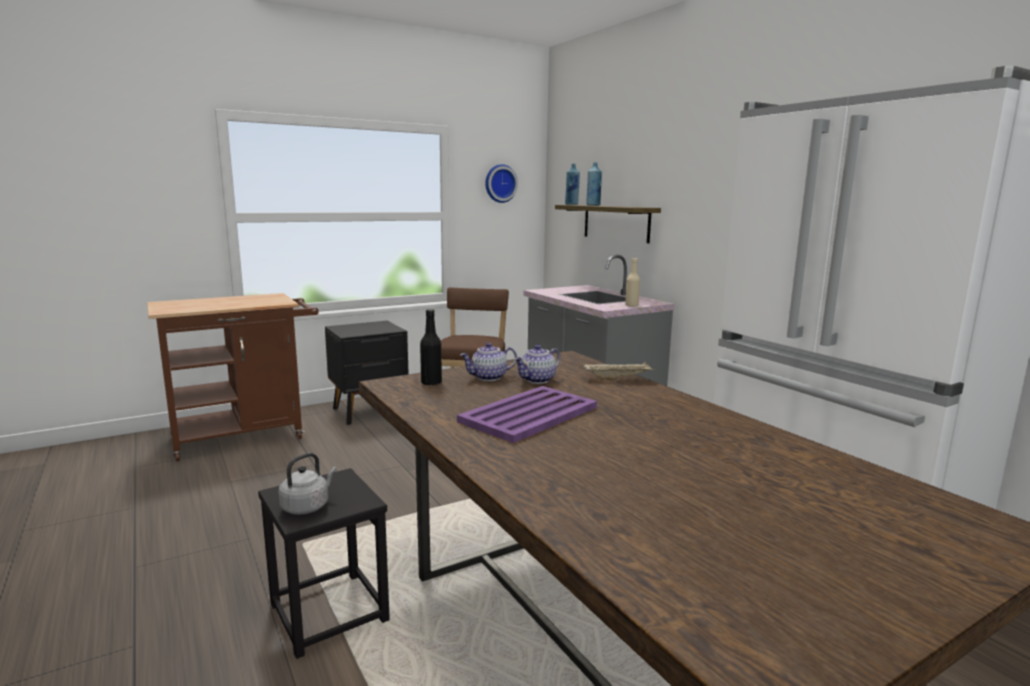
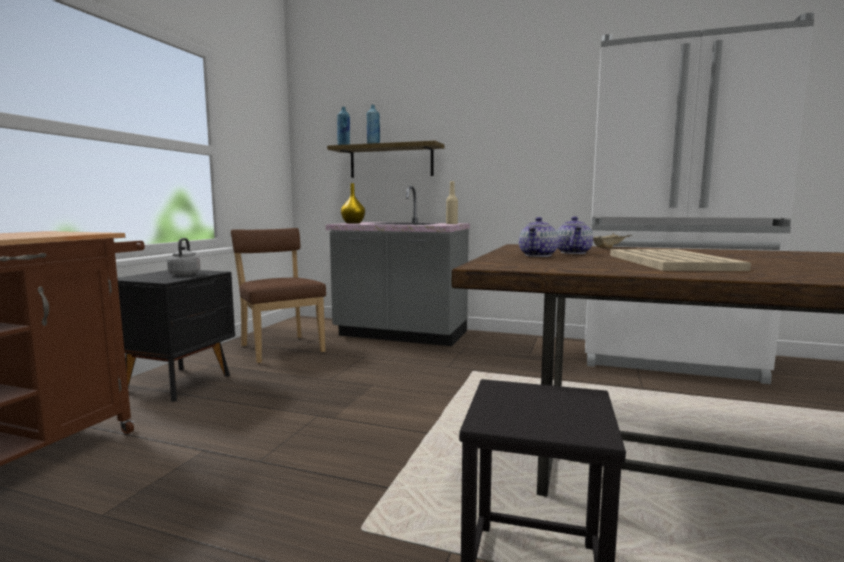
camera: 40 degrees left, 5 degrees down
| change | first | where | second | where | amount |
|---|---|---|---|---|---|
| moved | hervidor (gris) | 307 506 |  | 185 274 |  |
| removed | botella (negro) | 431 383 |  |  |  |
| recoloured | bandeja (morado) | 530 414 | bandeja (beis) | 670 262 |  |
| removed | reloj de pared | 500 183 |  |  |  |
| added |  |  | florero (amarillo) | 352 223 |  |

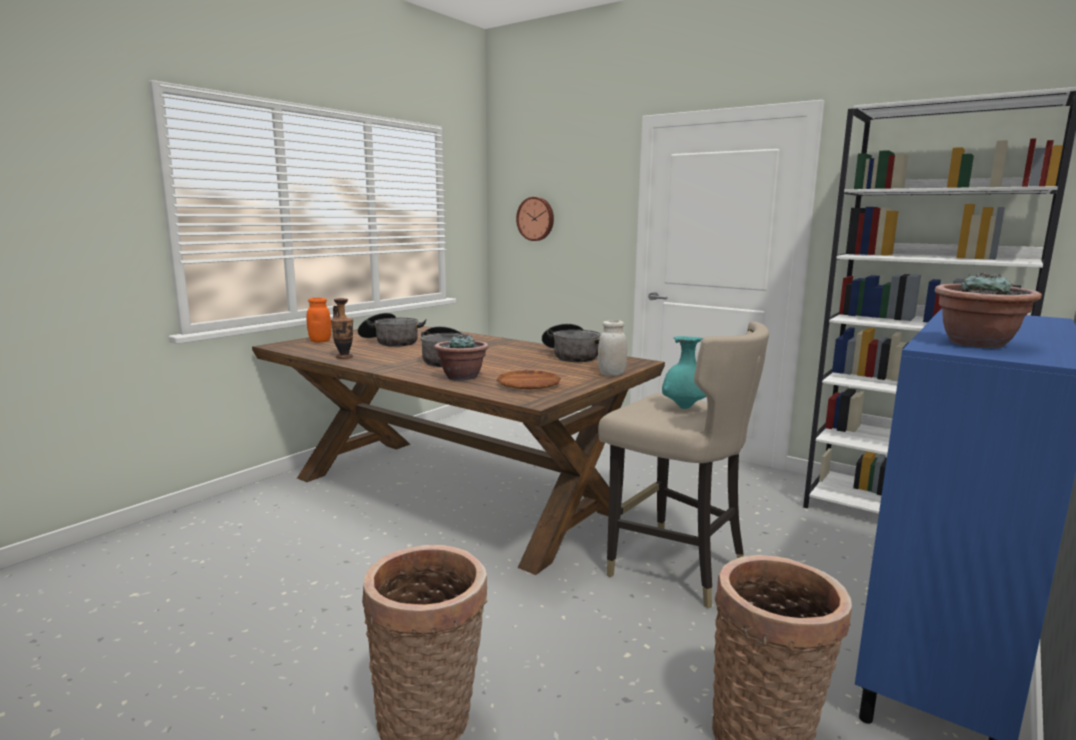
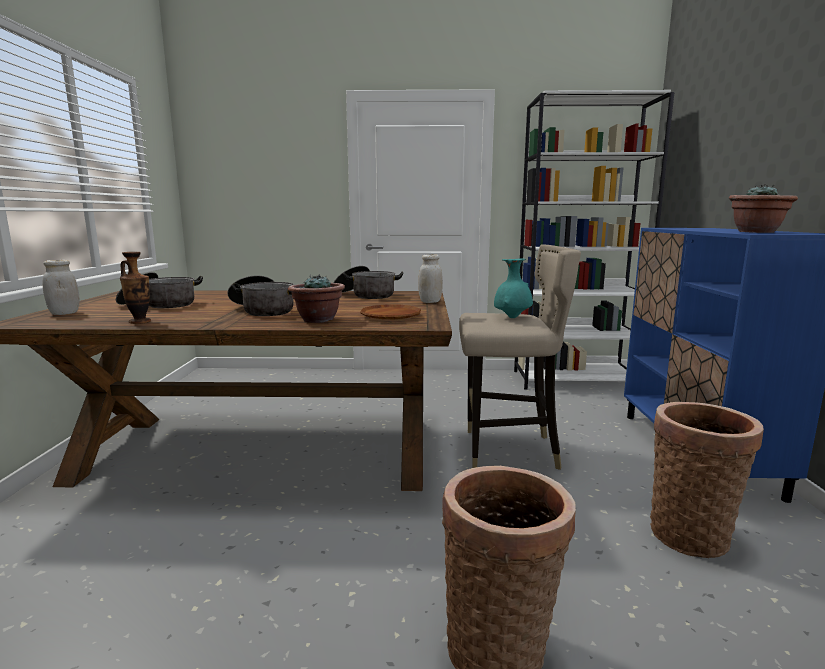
camera: 35 degrees left, 0 degrees up
| change | first | where | second | where | amount |
|---|---|---|---|---|---|
| recoloured | tarro (naranja) | 320 341 | tarro (blanco) | 64 313 |  |
| removed | reloj de pared | 536 219 |  |  |  |

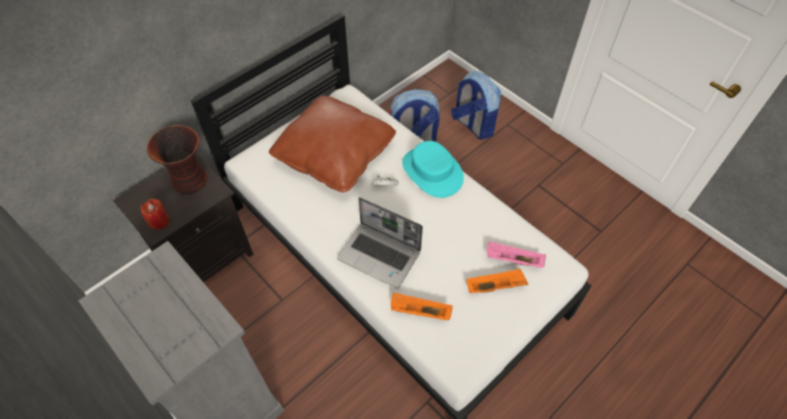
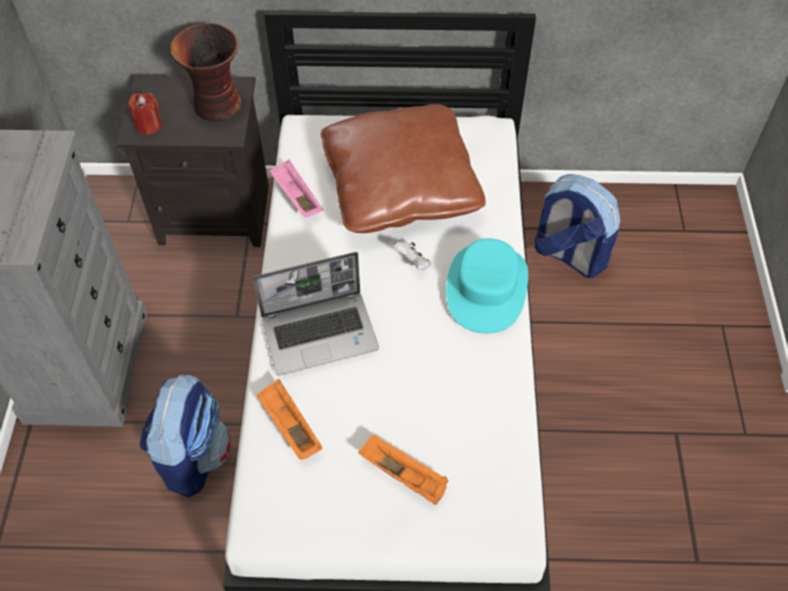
camera: 45 degrees right, 0 degrees up
| change | first | where | second | where | amount |
|---|---|---|---|---|---|
| turned | portátil | 380 255 |  | 321 332 | 90 degrees counterclockwise |
| moved | mochila | 473 125 |  | 193 455 |  |
| moved | bandeja (rosa) | 512 260 |  | 296 197 |  |

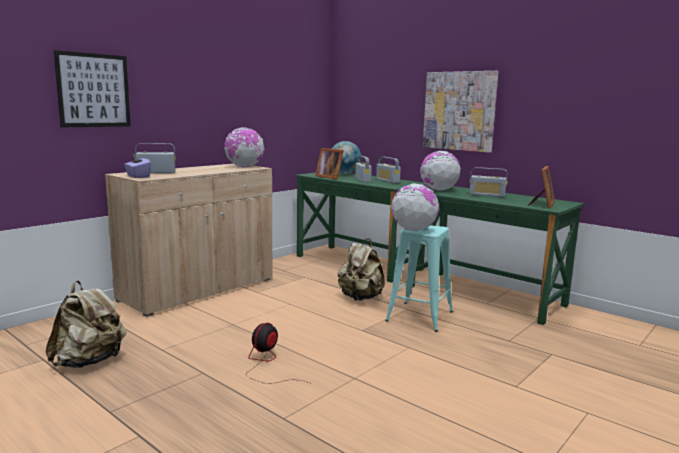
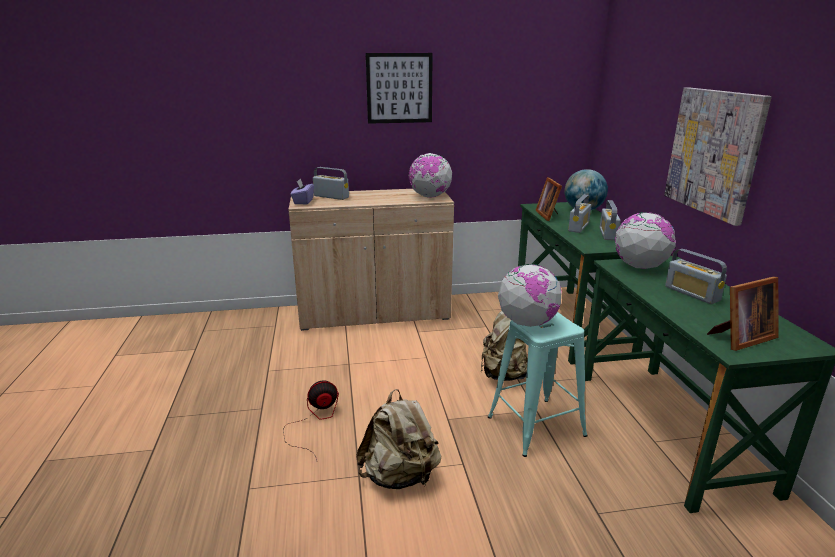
camera: 40 degrees right, 10 degrees up
| change | first | where | second | where | amount |
|---|---|---|---|---|---|
| moved | mochila (beis) | 89 362 |  | 400 476 |  |
| moved | cuadro | 94 90 |  | 399 88 |  |

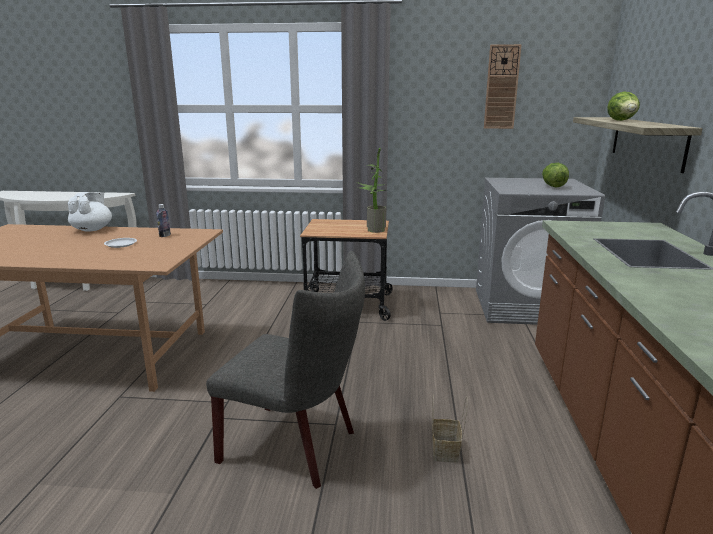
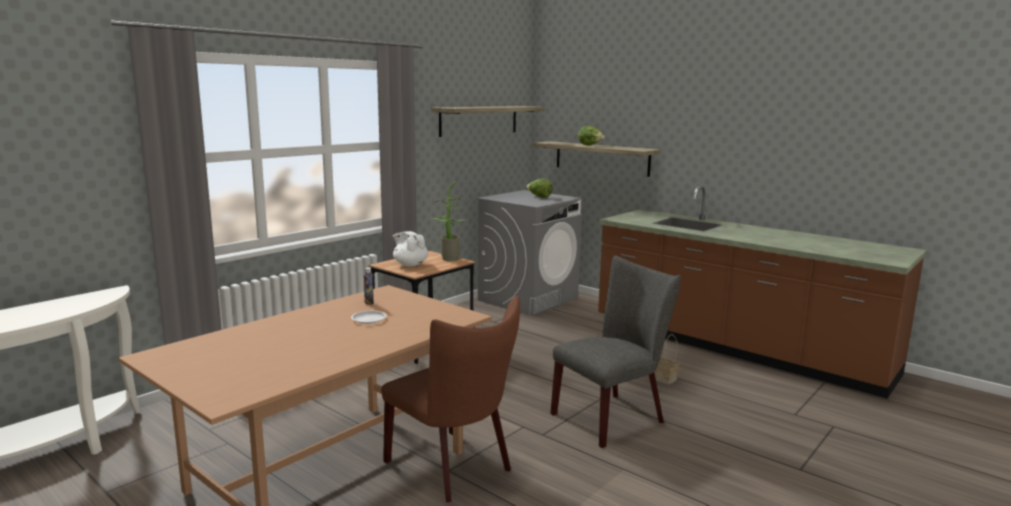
camera: 55 degrees left, 5 degrees down
| change | first | where | second | where | amount |
|---|---|---|---|---|---|
| moved | tetera (blanco) | 92 229 |  | 410 264 |  |
| replaced | reloj de pared | 501 87 | estante | 479 120 |  |
| added |  |  | silla (marrón) | 454 468 |  |

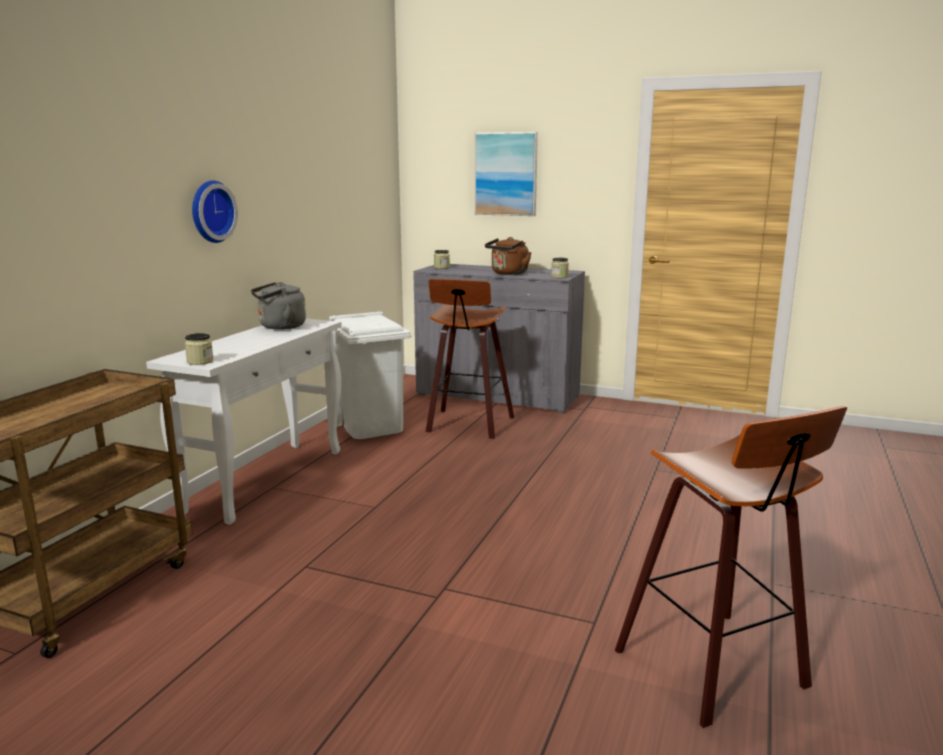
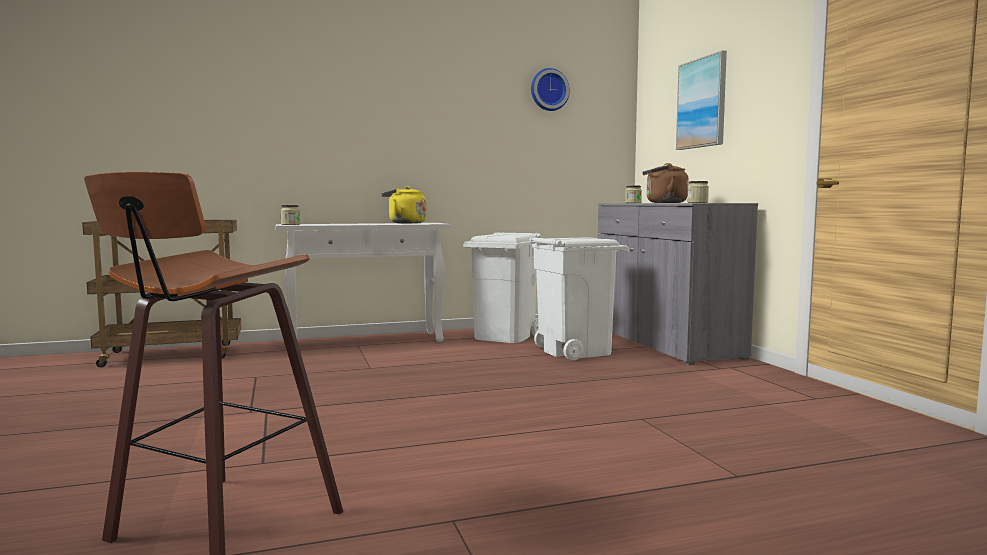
camera: 50 degrees right, 10 degrees down
| change | first | where | second | where | amount |
|---|---|---|---|---|---|
| moved | reloj de pared | 210 211 |  | 548 90 |  |
| recoloured | hervidor (gris) | 279 327 | hervidor (amarillo) | 405 223 |  |
| replaced | taburete | 468 425 | papelera (blanco) | 575 351 |  |

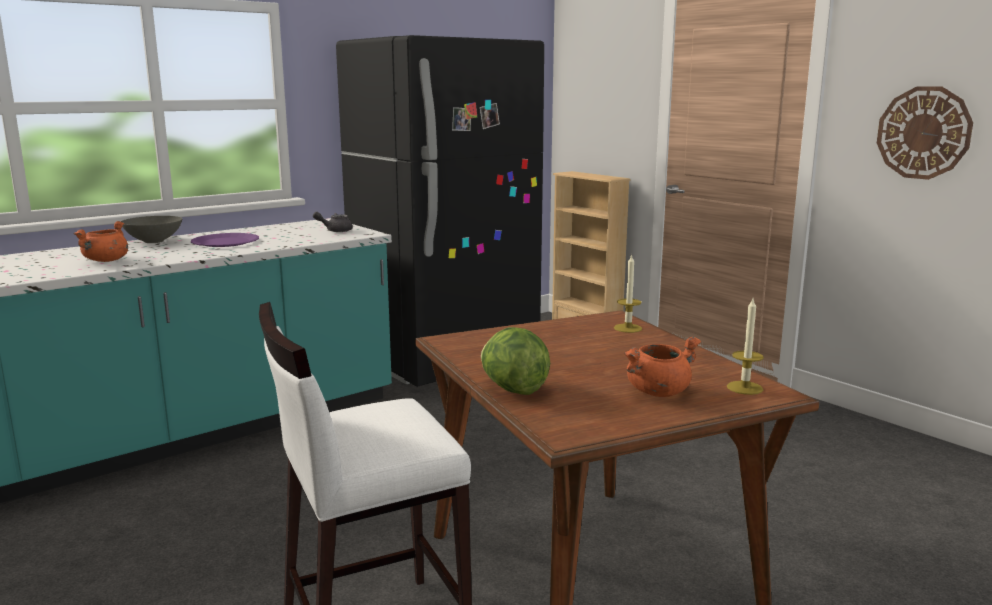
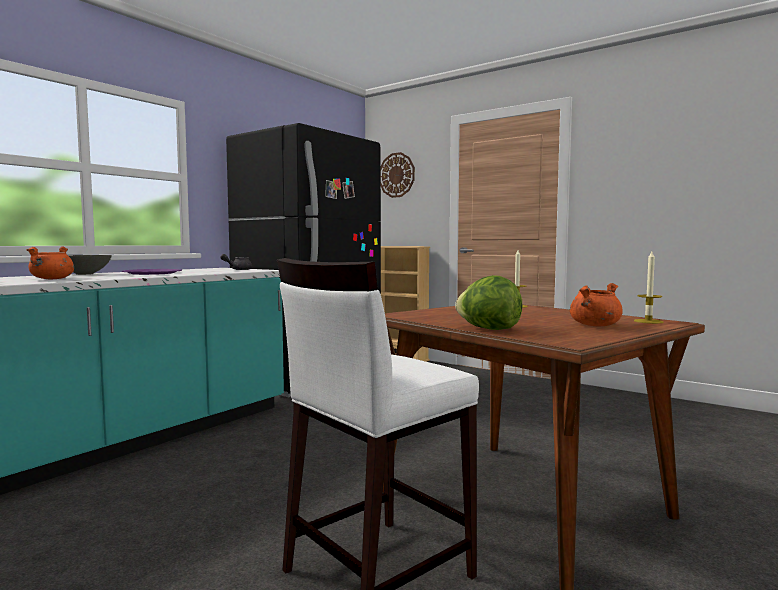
camera: 15 degrees left, 10 degrees down
| change | first | where | second | where | amount |
|---|---|---|---|---|---|
| moved | reloj de pared | 923 133 |  | 396 175 |  |

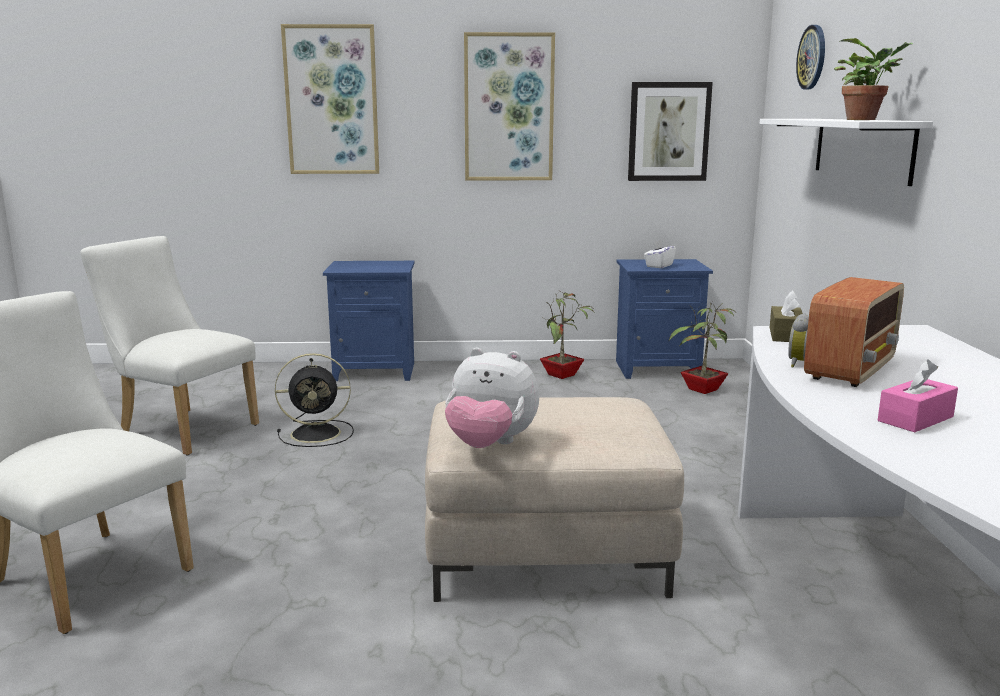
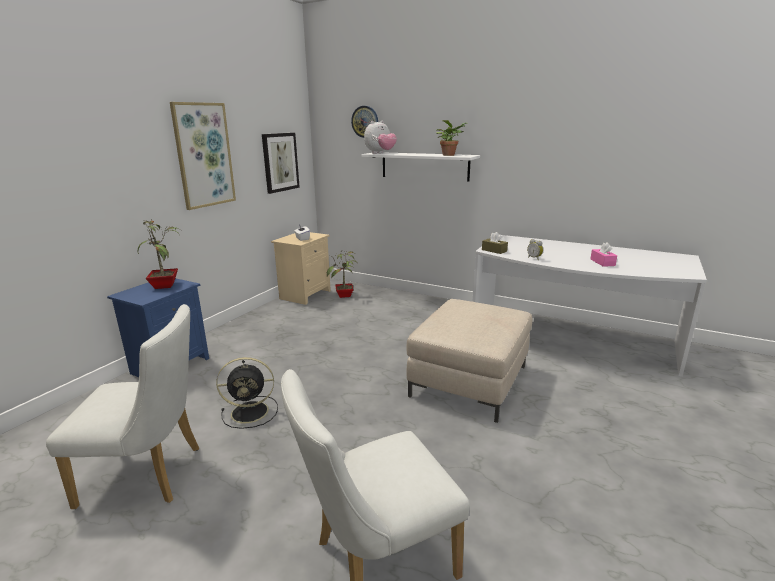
camera: 60 degrees left, 5 degrees up
| change | first | where | second | where | amount |
|---|---|---|---|---|---|
| turned | silla (blanco) | 182 429 |  | 151 475 | 150 degrees counterclockwise |
| turned | ventilador (negro) | 318 433 |  | 251 412 | 60 degrees clockwise |
| removed | cuadro | 332 100 |  |  |  |
| moved | peluche | 490 445 |  | 380 153 |  |
| moved | planta en maceta | 563 375 |  | 166 286 |  |
| recoloured | mesita de noche (azul) | 658 369 | mesita de noche (beis) | 305 294 |  |
| removed | radio | 851 369 |  |  |  |

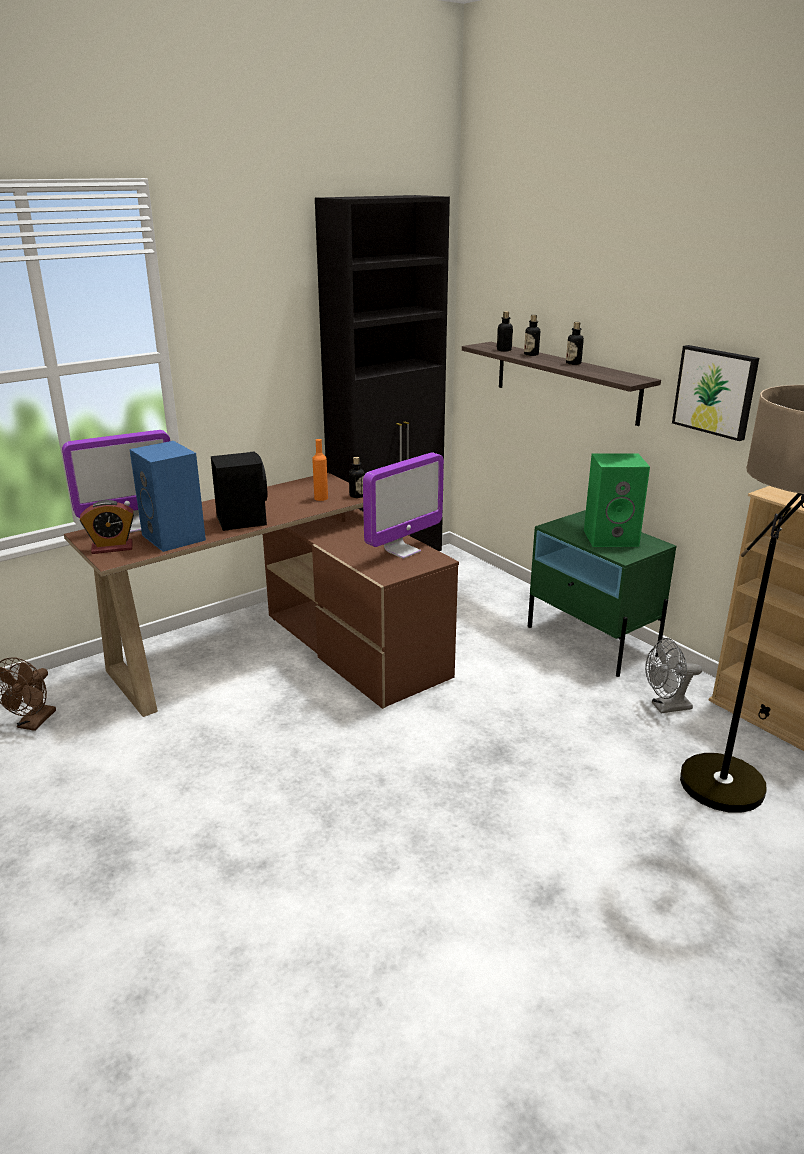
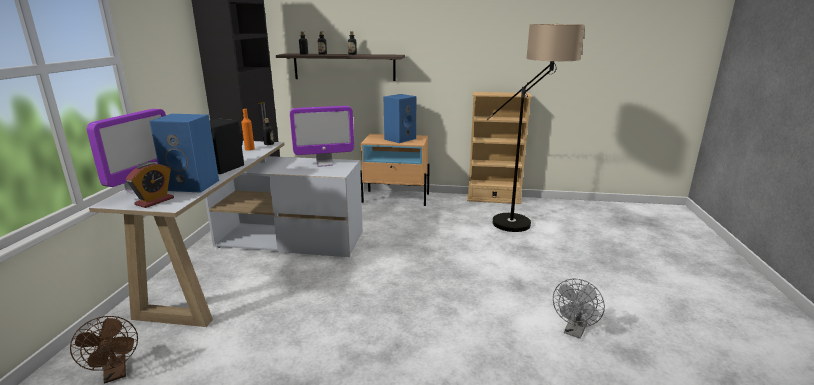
camera: 45 degrees left, 5 degrees down
| change | first | where | second | where | amount |
|---|---|---|---|---|---|
| recoloured | escritorio (marrón) | 283 656 | escritorio (blanco) | 253 260 |  |
| turned | monitor | 402 551 |  | 324 163 | 75 degrees clockwise |
| recoloured | mesita de noche (verde) | 592 641 | mesita de noche (beis) | 396 198 |  |
| recoloured | altavoz (verde) | 612 537 | altavoz (azul) | 400 139 |  |
| moved | ventilador (gris) | 666 707 |  | 574 331 |  |
| removed | cuadro | 715 391 |  |  |  |

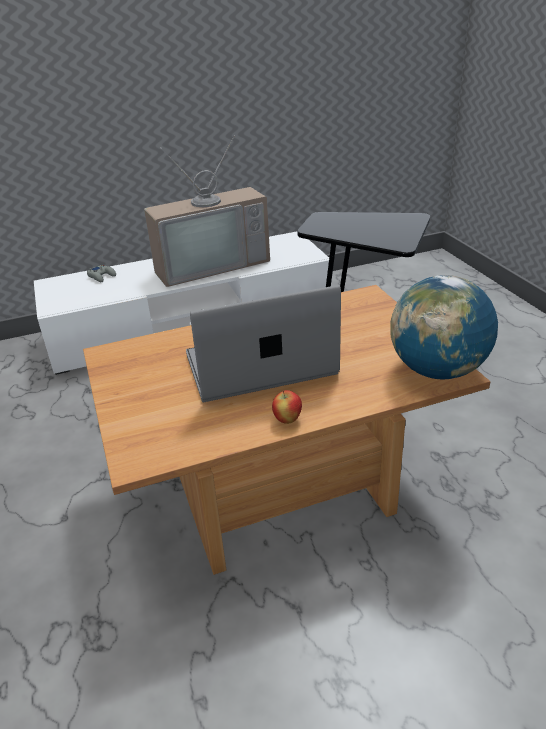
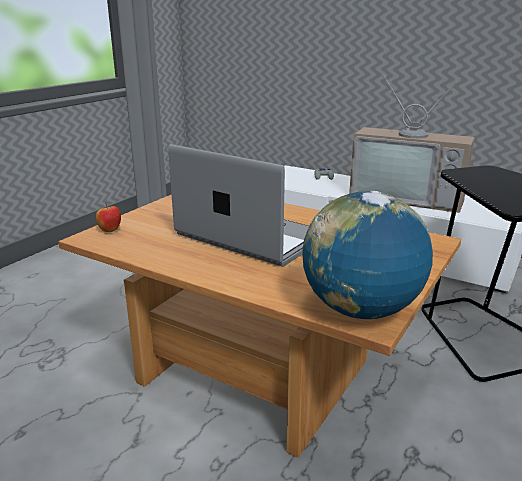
camera: 50 degrees right, 10 degrees down
| change | first | where | second | where | amount |
|---|---|---|---|---|---|
| moved | manzana | 287 420 |  | 110 230 |  |

